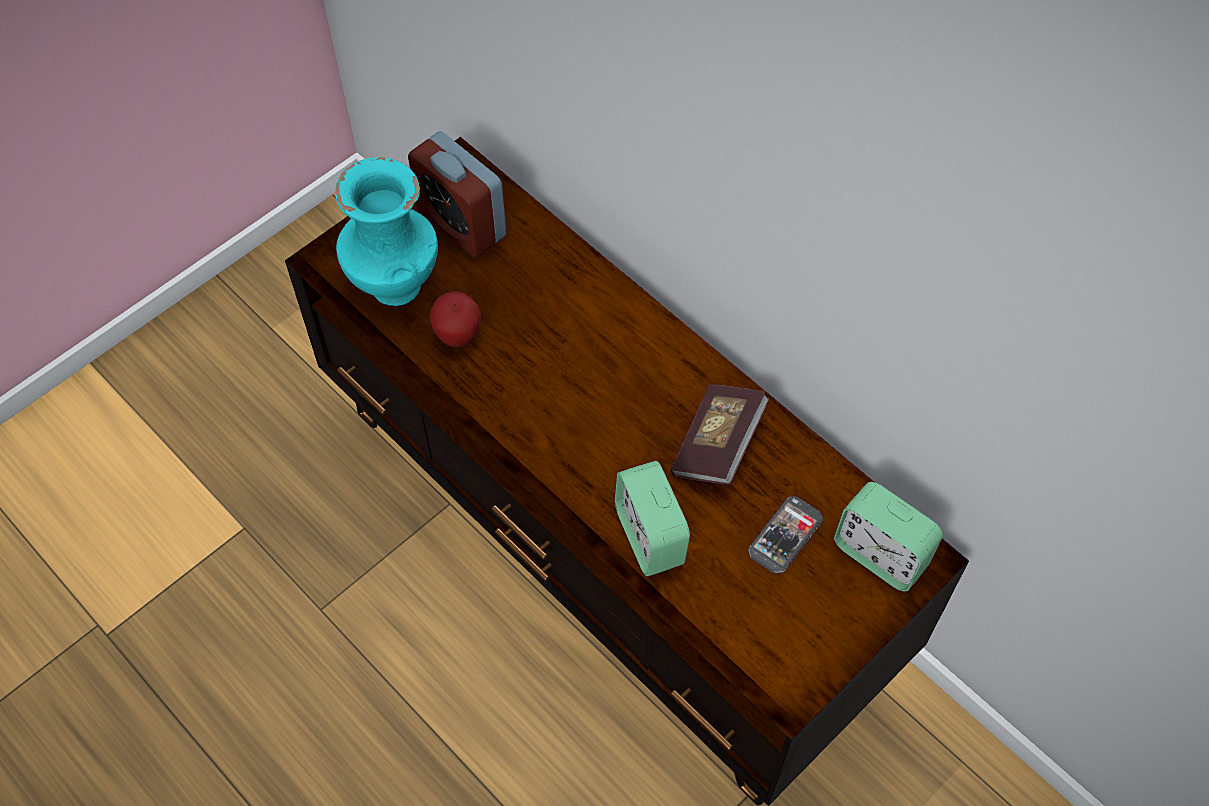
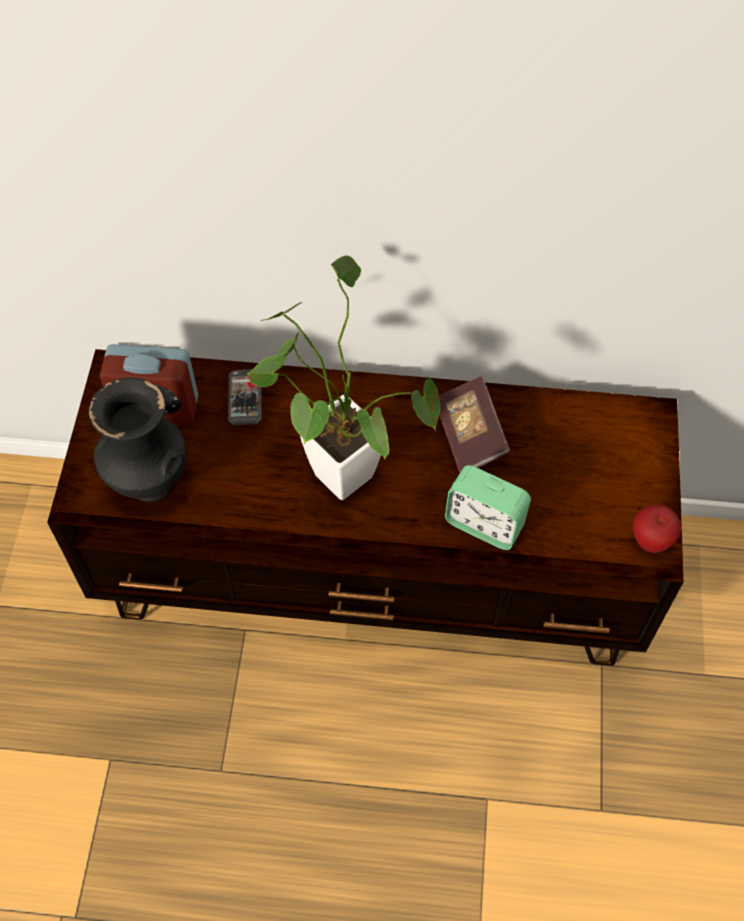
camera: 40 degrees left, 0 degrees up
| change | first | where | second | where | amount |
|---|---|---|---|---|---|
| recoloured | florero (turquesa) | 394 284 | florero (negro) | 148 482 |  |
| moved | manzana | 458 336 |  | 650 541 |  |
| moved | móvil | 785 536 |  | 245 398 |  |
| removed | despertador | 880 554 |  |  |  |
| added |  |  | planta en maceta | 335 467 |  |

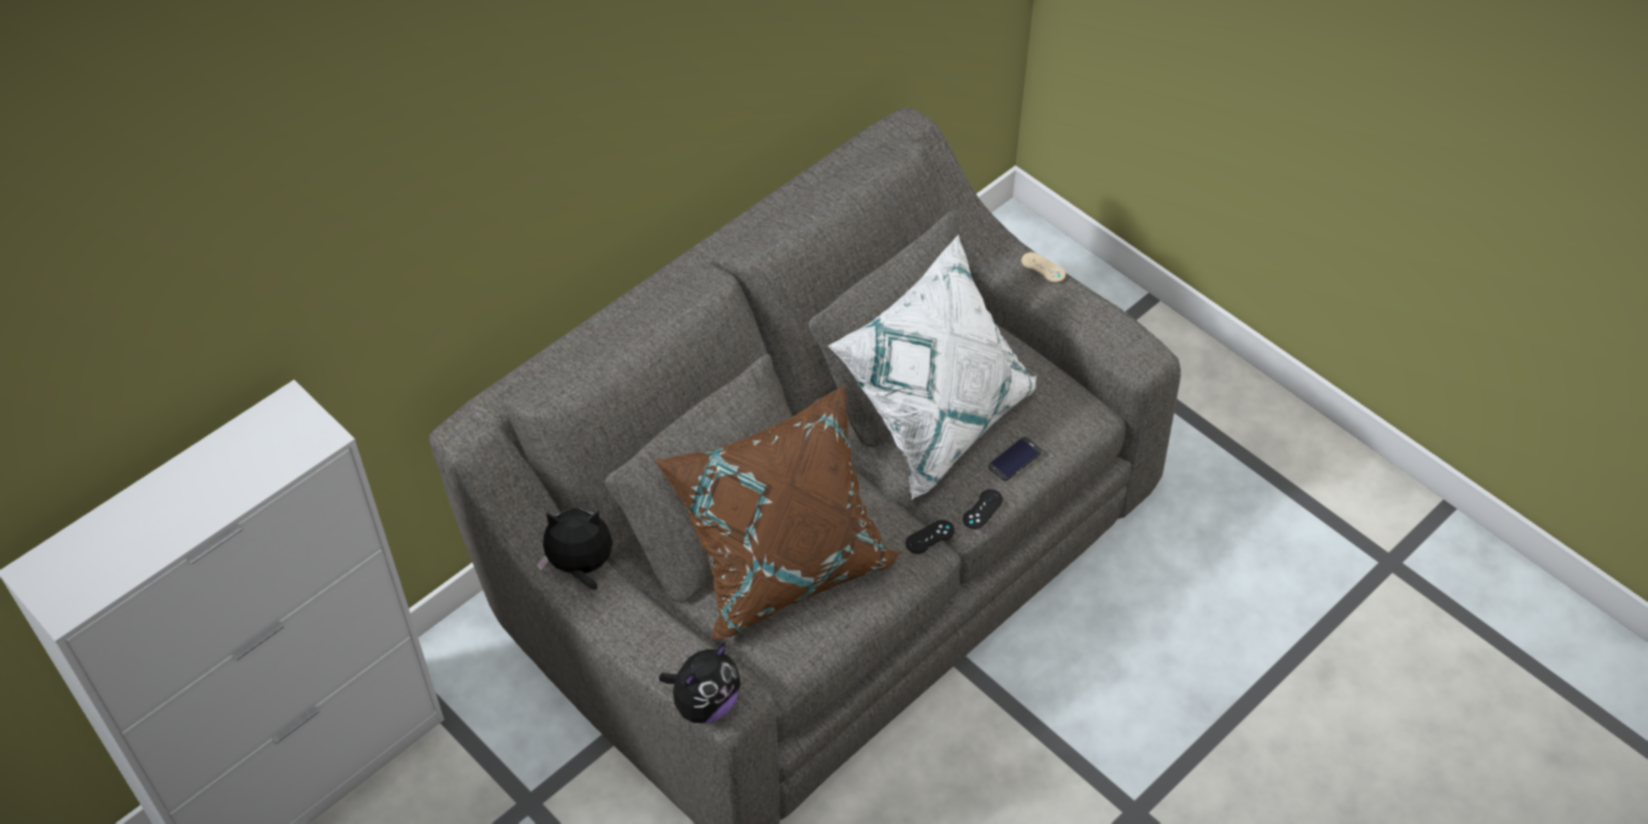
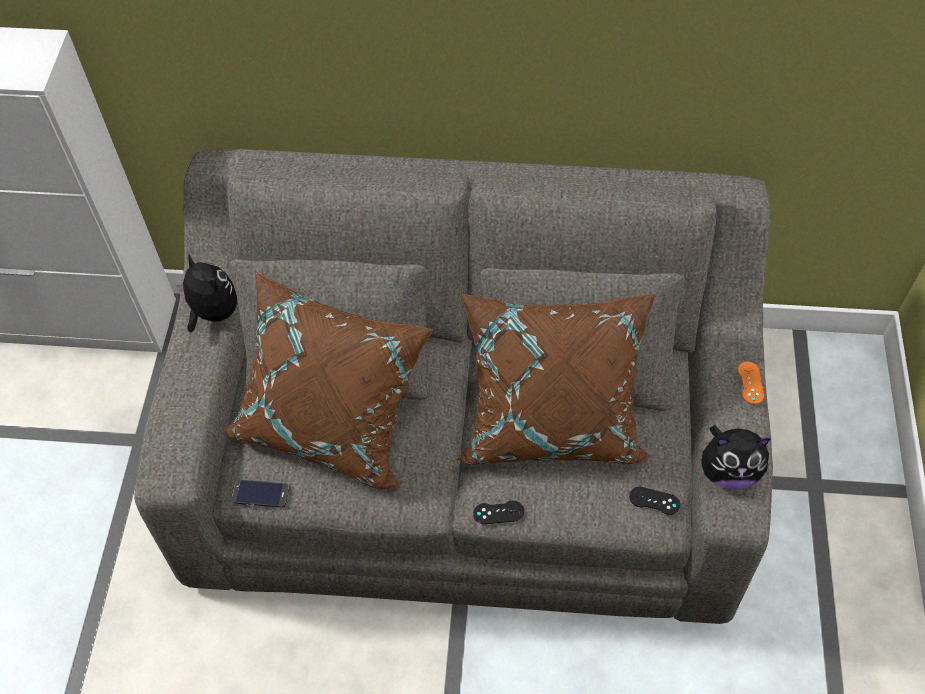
camera: 50 degrees right, 5 degrees up
| change | first | where | second | where | amount |
|---|---|---|---|---|---|
| moved | peluche | 705 703 |  | 728 471 |  |
| recoloured | cojín (blanco) | 936 416 | cojín (marrón) | 551 420 |  |
| moved | mando de consola (negro) | 930 537 |  | 654 501 |  |
| moved | móvil | 1015 459 |  | 260 494 |  |
| recoloured | mando de consola (beis) | 1043 267 | mando de consola (naranja) | 750 383 |  |

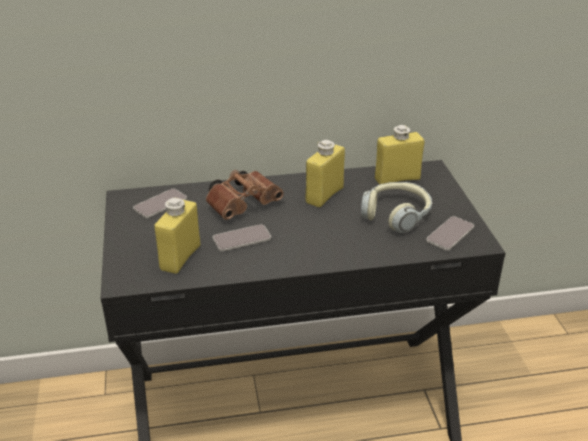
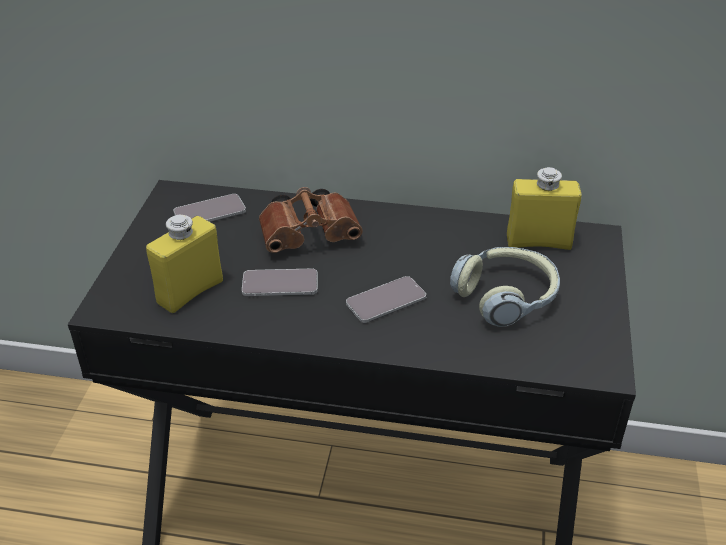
camera: 20 degrees right, 5 degrees up
| change | first | where | second | where | amount |
|---|---|---|---|---|---|
| removed | botella (amarillo) | 324 195 |  |  |  |
| moved | móvil | 450 234 |  | 386 300 |  |

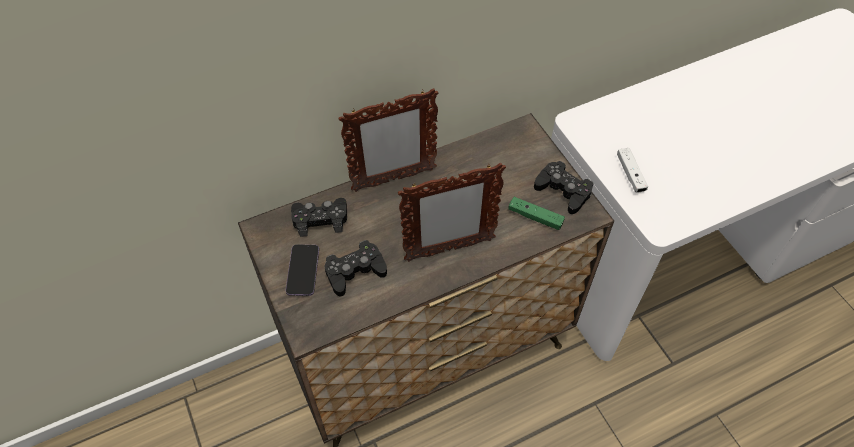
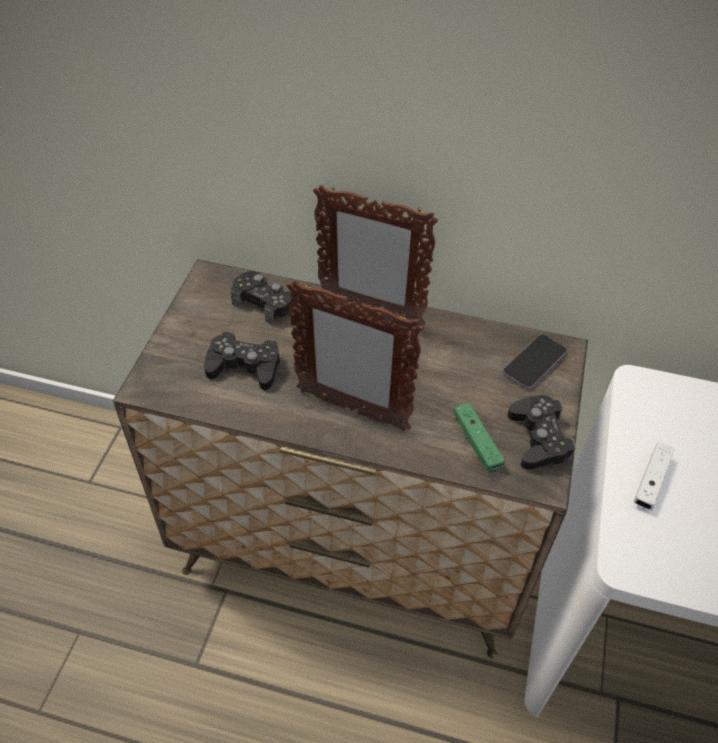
camera: 40 degrees right, 5 degrees down
| change | first | where | second | where | amount |
|---|---|---|---|---|---|
| moved | móvil | 303 271 |  | 534 363 |  |

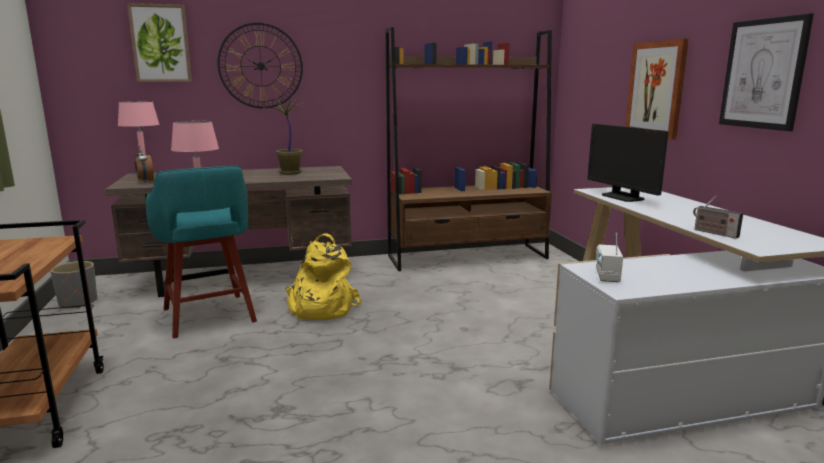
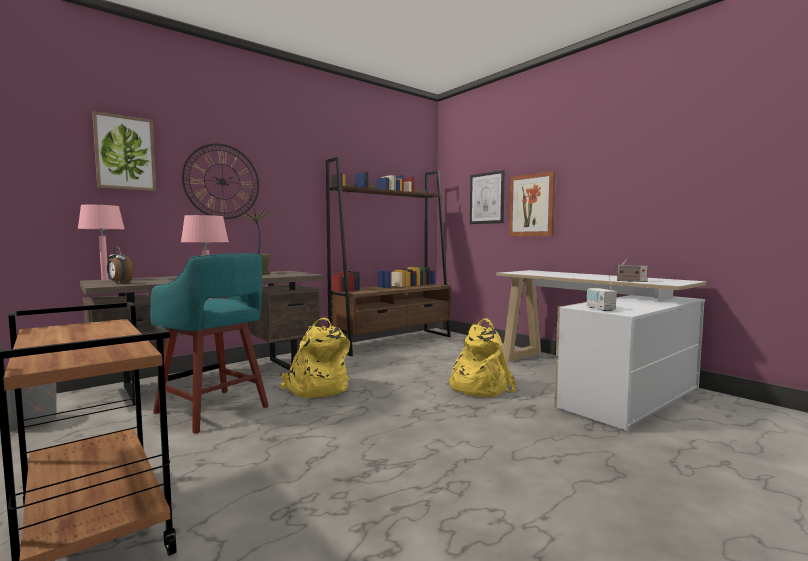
camera: 25 degrees left, 10 degrees down
| change | first | where | second | where | amount |
|---|---|---|---|---|---|
| removed | monitor | 622 197 |  |  |  |
| moved | cuadro | 763 74 |  | 487 198 |  |
| added |  |  | mochila (amarillo) | 478 387 |  |

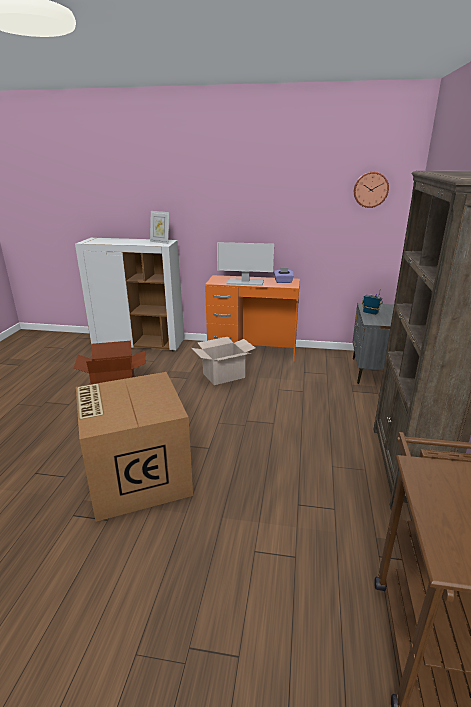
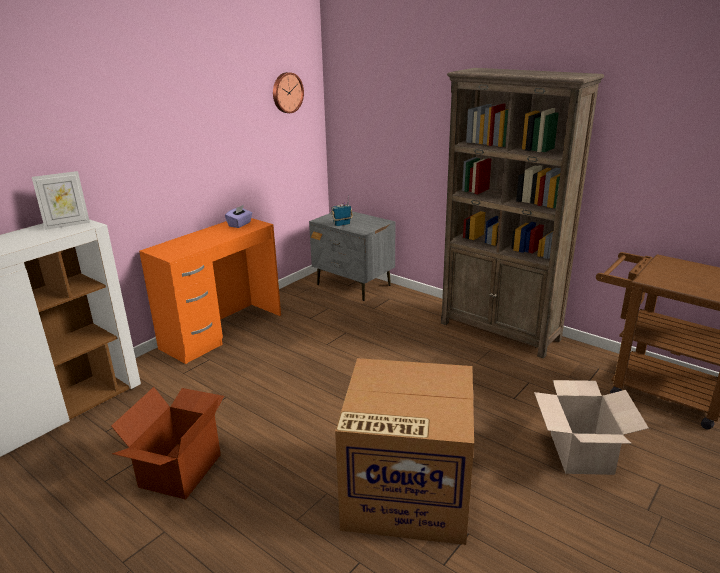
camera: 60 degrees left, 0 degrees up
| change | first | where | second | where | amount |
|---|---|---|---|---|---|
| moved | caja de cartón | 224 376 |  | 581 453 |  |
| removed | monitor | 245 282 |  |  |  |

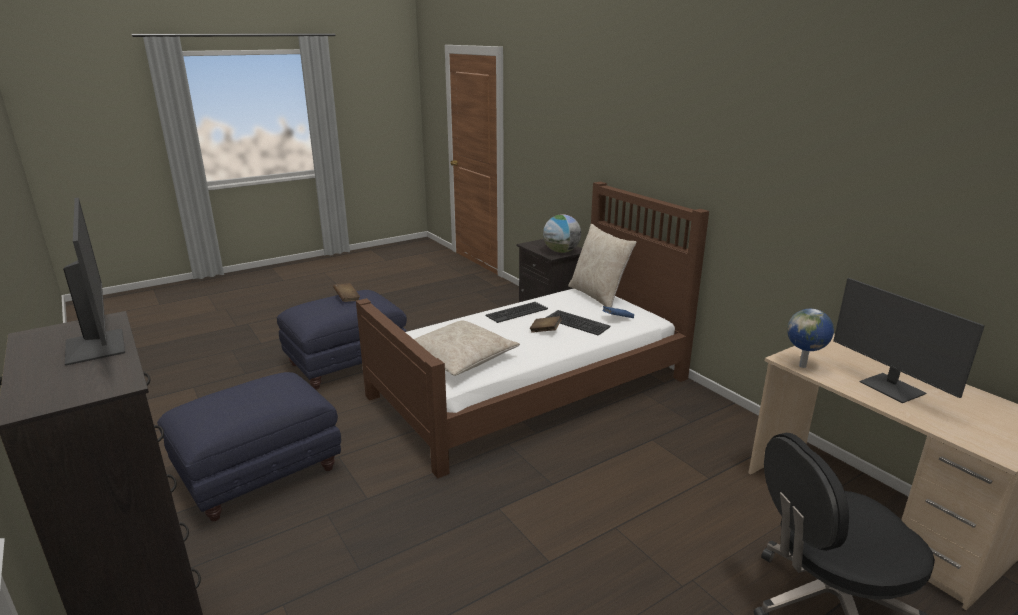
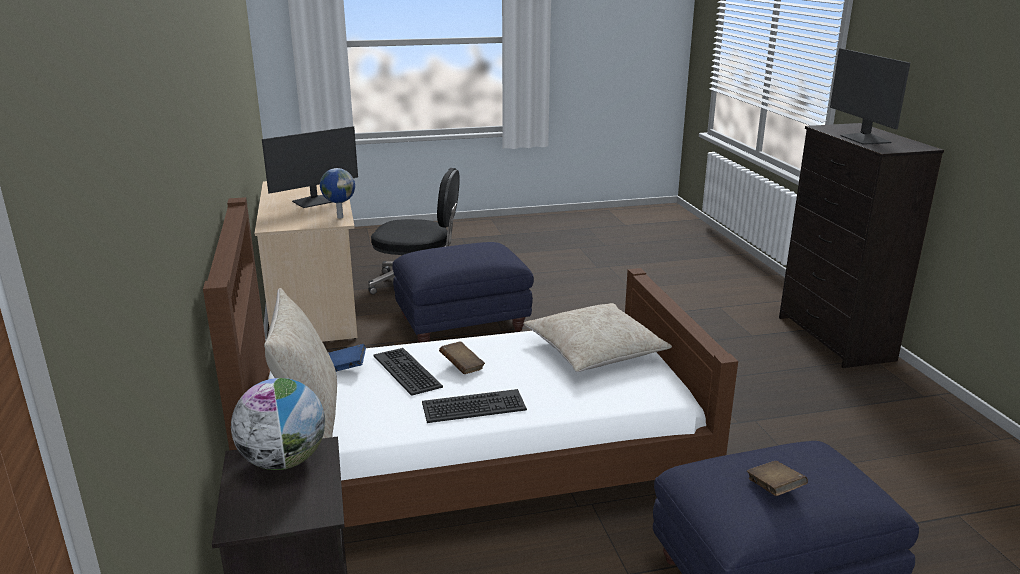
camera: 160 degrees left, 0 degrees up
| change | first | where | second | where | amount |
|---|---|---|---|---|---|
| moved | puf (azul) | 258 475 |  | 463 324 |  |
| turned | monitor | 891 388 |  | 314 202 | 60 degrees clockwise |

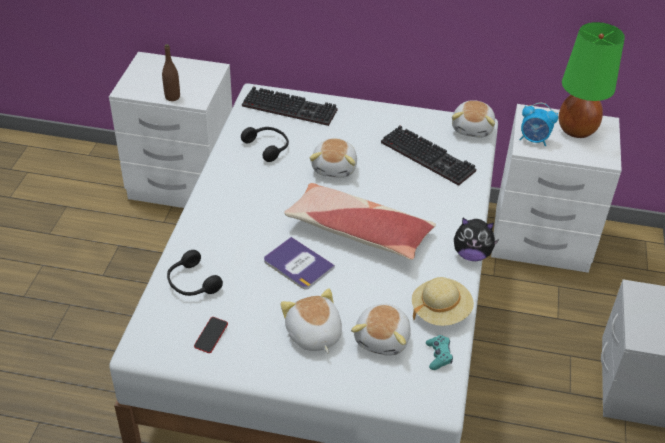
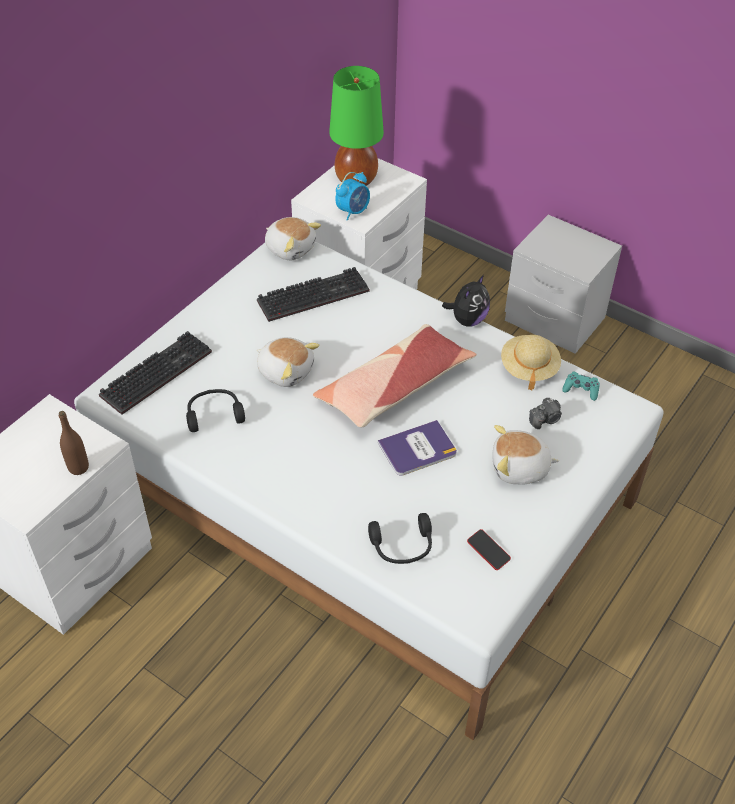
camera: 65 degrees left, 5 degrees up
| change | first | where | second | where | amount |
|---|---|---|---|---|---|
| replaced | peluche | 383 339 | cámara | 545 419 |  |

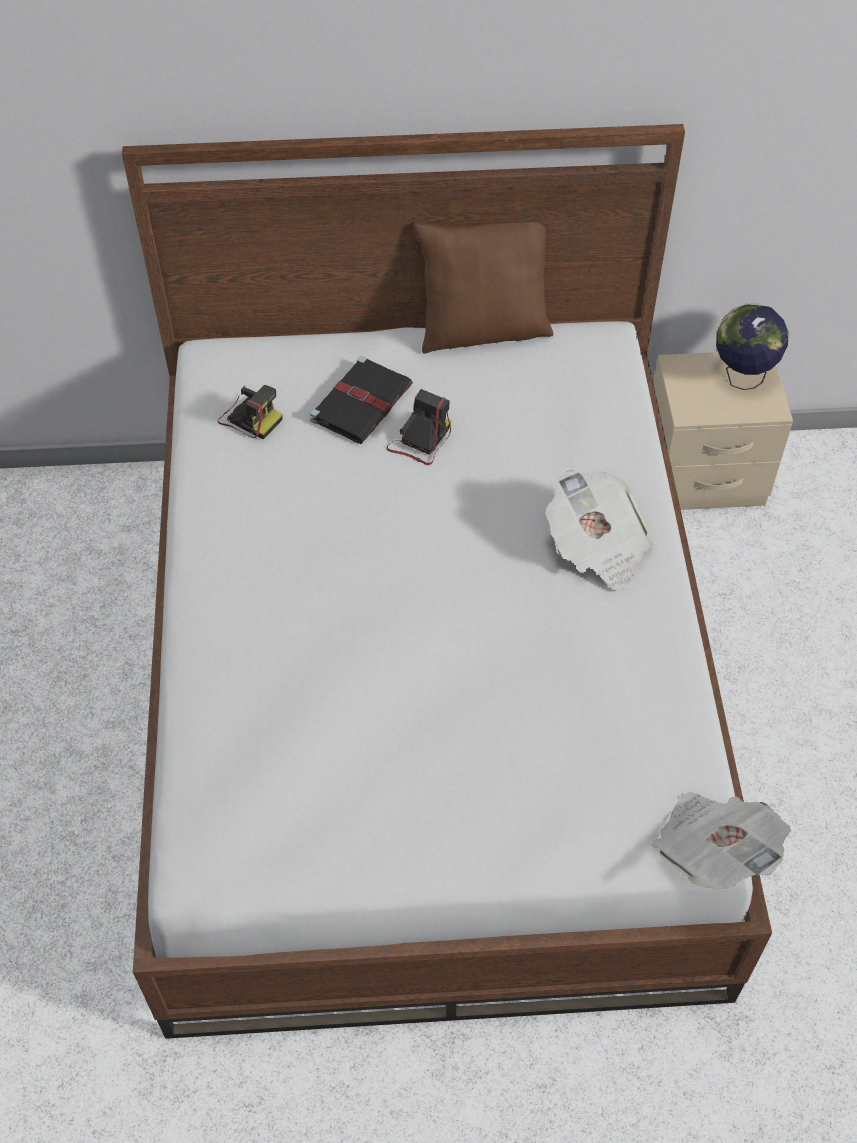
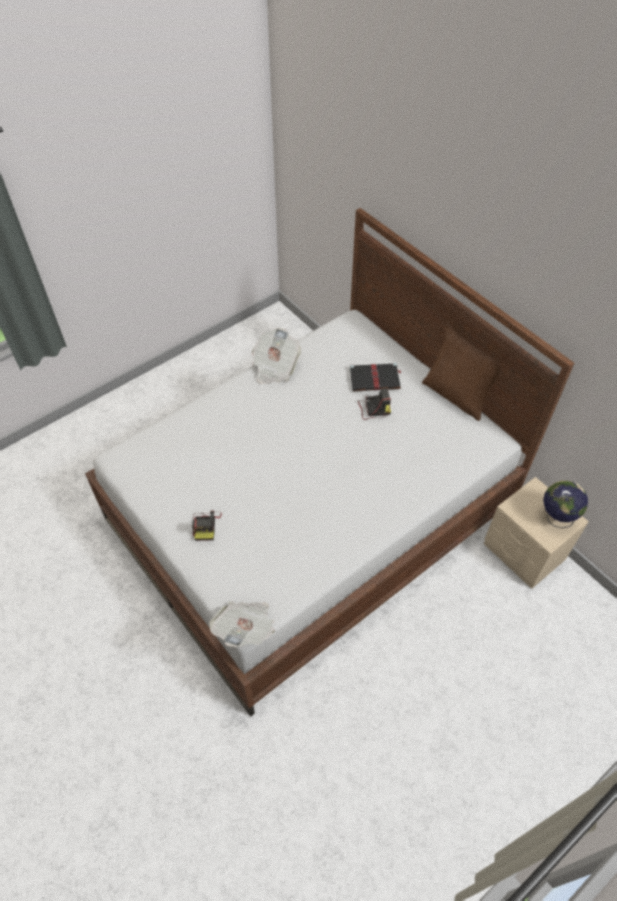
camera: 55 degrees right, 0 degrees up
| change | first | where | second | where | amount |
|---|---|---|---|---|---|
| moved | cámara | 250 417 |  | 206 525 |  |
| moved | periódico | 597 548 |  | 275 367 |  |

